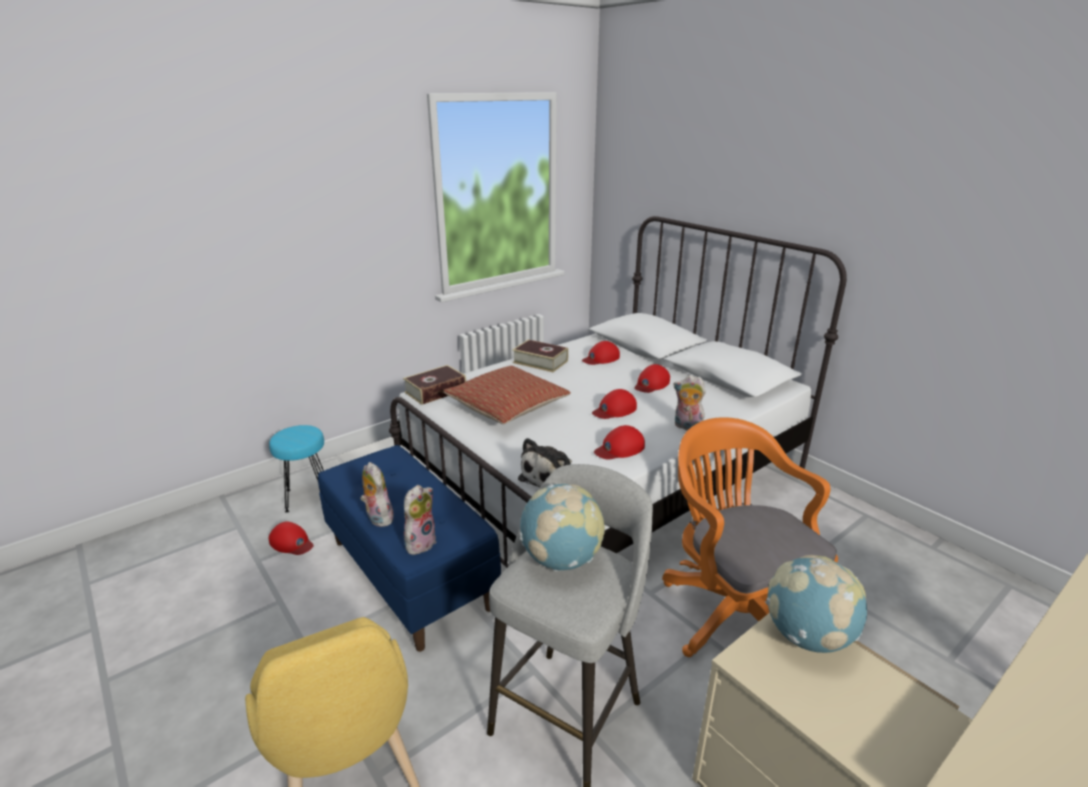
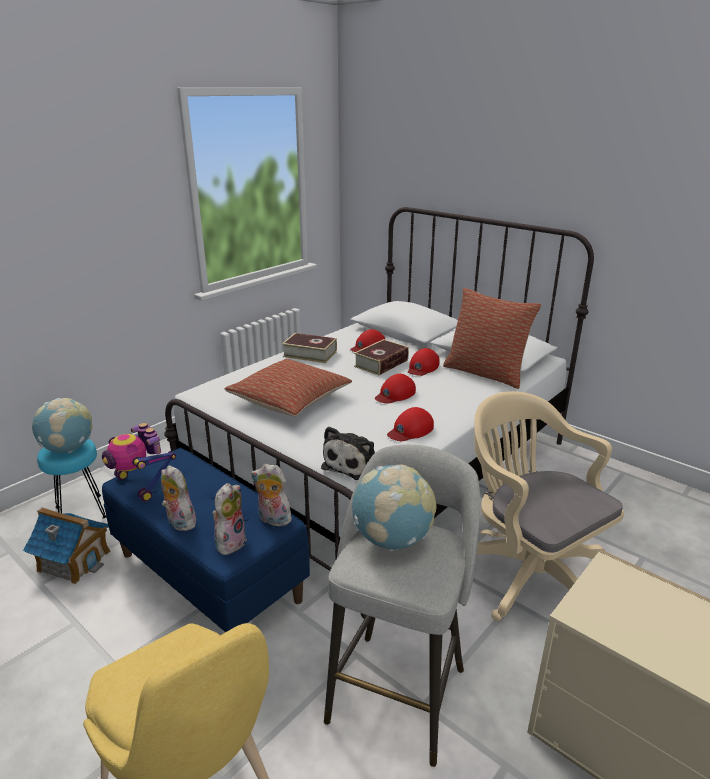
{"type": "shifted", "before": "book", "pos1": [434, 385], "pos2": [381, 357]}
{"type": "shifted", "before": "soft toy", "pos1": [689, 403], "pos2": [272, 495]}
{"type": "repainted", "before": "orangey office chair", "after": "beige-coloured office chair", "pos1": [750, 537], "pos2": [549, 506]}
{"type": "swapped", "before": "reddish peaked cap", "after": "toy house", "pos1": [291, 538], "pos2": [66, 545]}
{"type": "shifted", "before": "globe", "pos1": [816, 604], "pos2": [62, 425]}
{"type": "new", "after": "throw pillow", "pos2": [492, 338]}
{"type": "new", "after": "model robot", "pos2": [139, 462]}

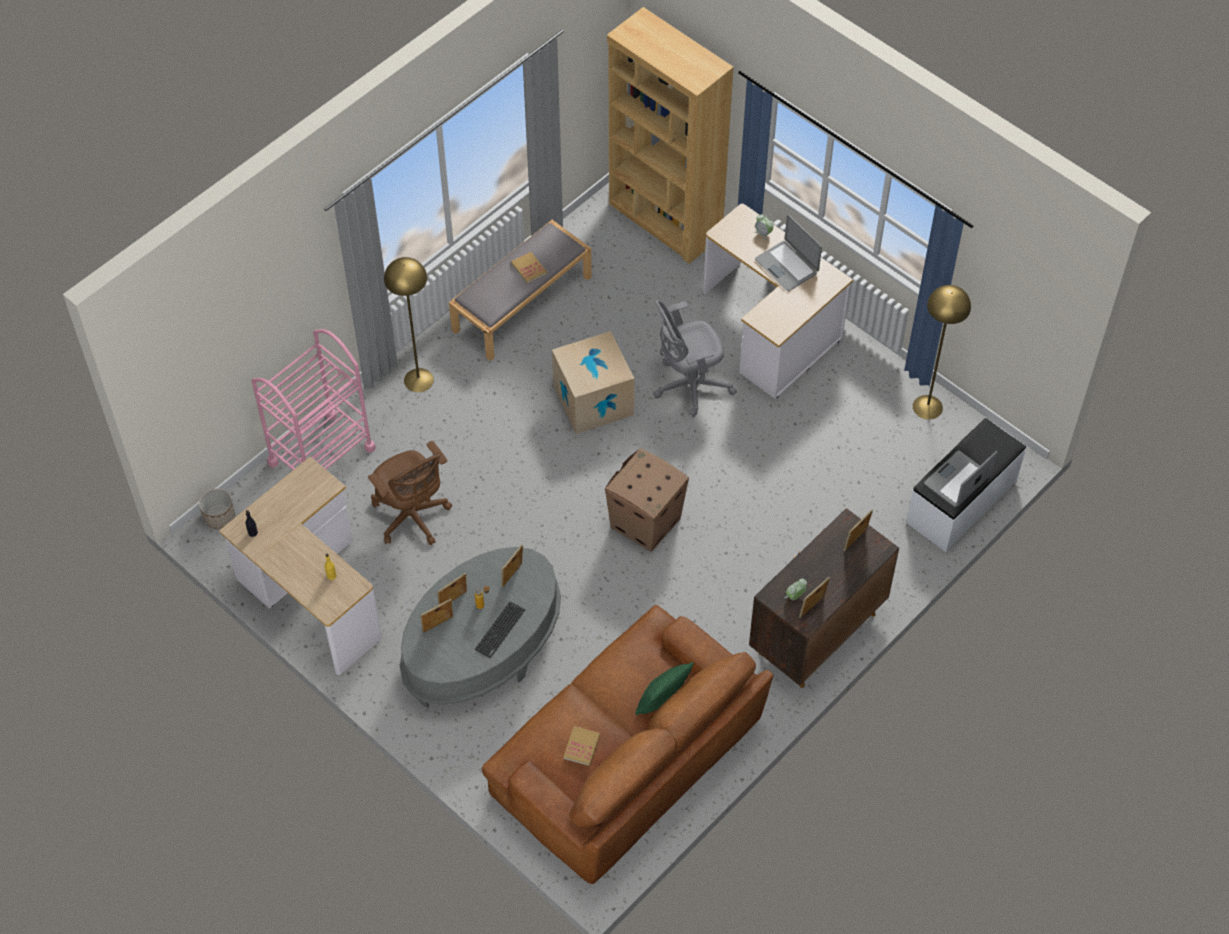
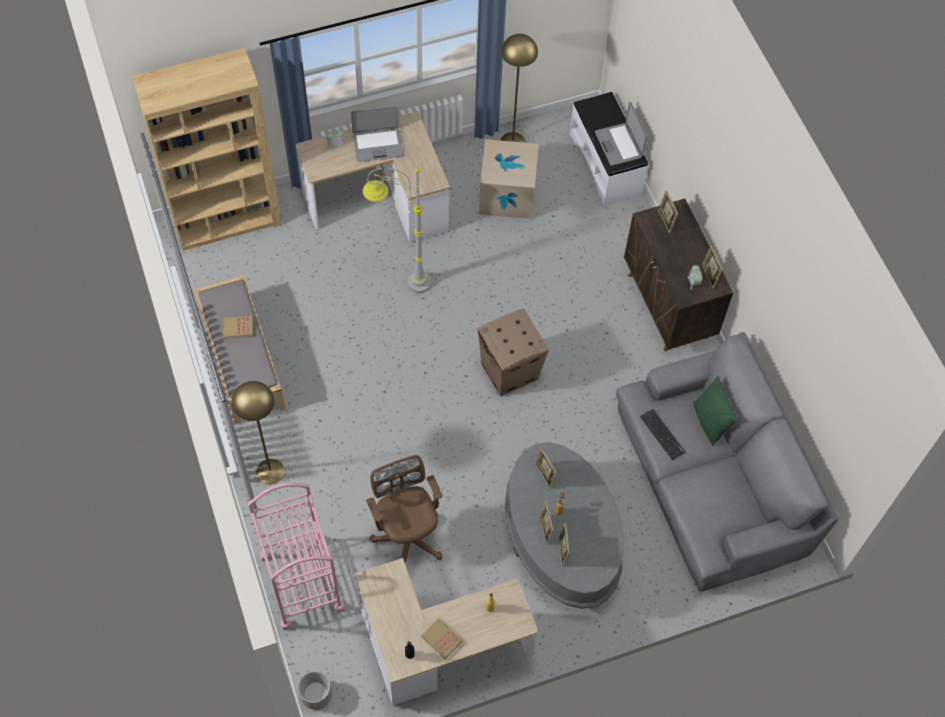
{"type": "swapped", "before": "gray office chair", "after": "gray standard lamp", "pos1": [695, 358], "pos2": [397, 230]}
{"type": "shifted", "before": "carton", "pos1": [593, 382], "pos2": [509, 179]}
{"type": "rotated", "before": "brown office chair", "pos1": [410, 493], "pos2": [404, 509], "turn": -105}
{"type": "shifted", "before": "keyboard", "pos1": [500, 630], "pos2": [663, 434]}
{"type": "repainted", "before": "brown couch", "after": "gray couch", "pos1": [628, 744], "pos2": [727, 462]}
{"type": "shifted", "before": "book", "pos1": [581, 746], "pos2": [442, 638]}

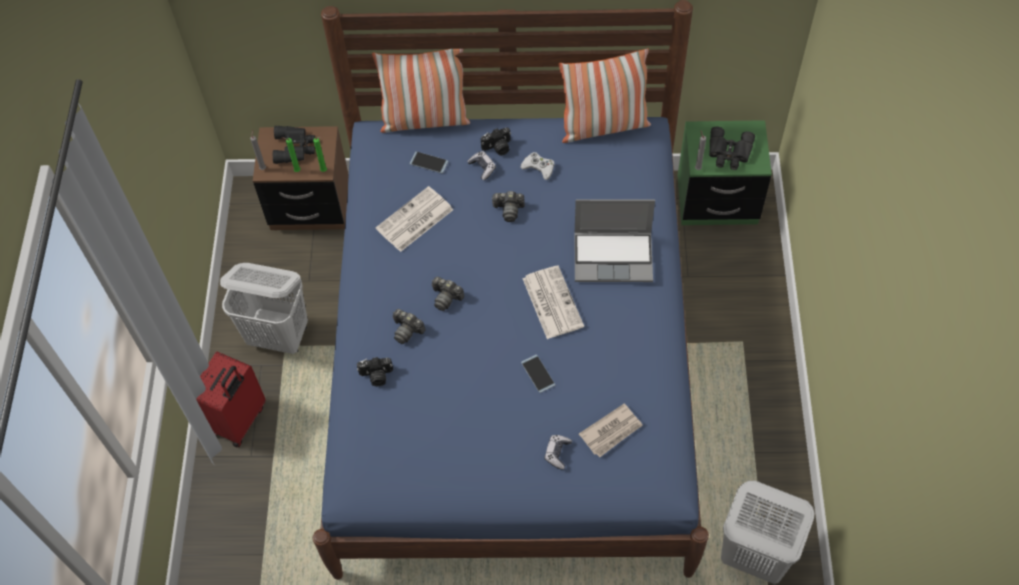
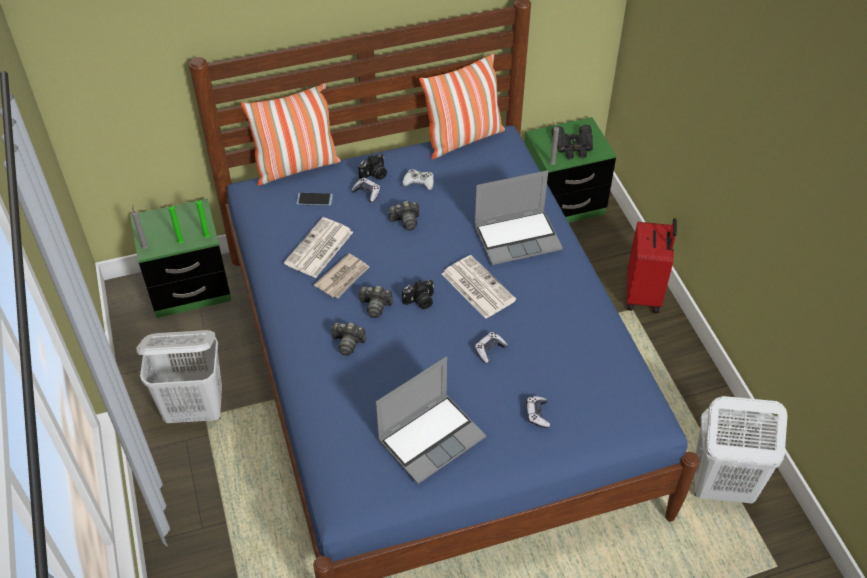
{"type": "repainted", "before": "brown nightstand", "after": "greenish nightstand", "pos1": [301, 178], "pos2": [181, 258]}
{"type": "gone", "before": "black field glasses", "pos1": [294, 145]}
{"type": "shifted", "before": "reddish piece of luggage", "pos1": [231, 400], "pos2": [652, 265]}
{"type": "swapped", "before": "handset", "after": "game controller", "pos1": [538, 374], "pos2": [491, 347]}
{"type": "shifted", "before": "still camera", "pos1": [375, 371], "pos2": [418, 294]}
{"type": "shifted", "before": "printed paper", "pos1": [611, 430], "pos2": [341, 275]}
{"type": "new", "after": "portable computer", "pos2": [431, 420]}

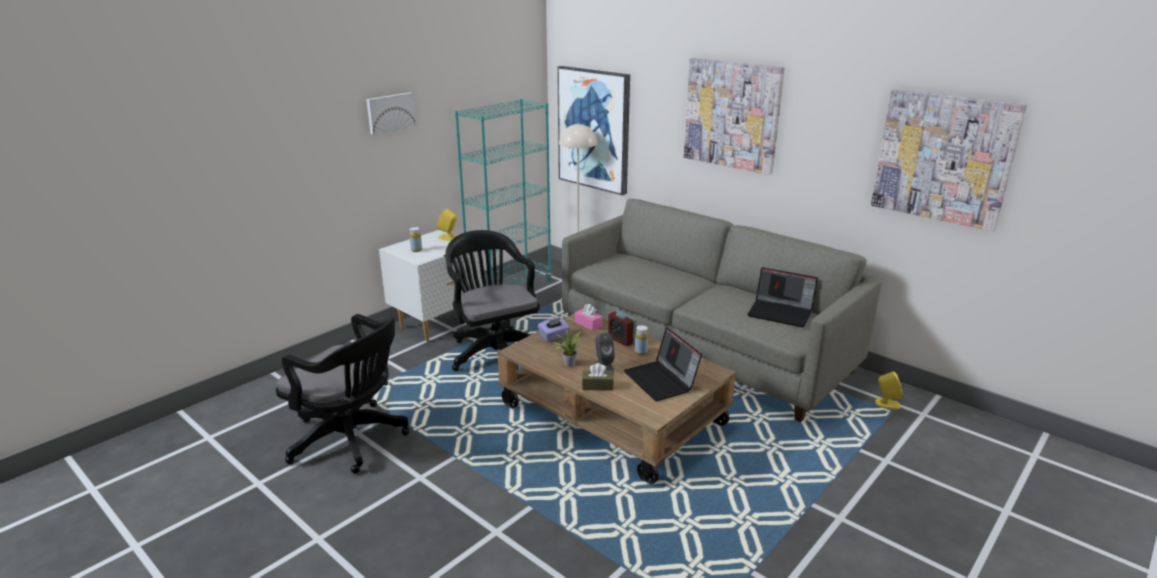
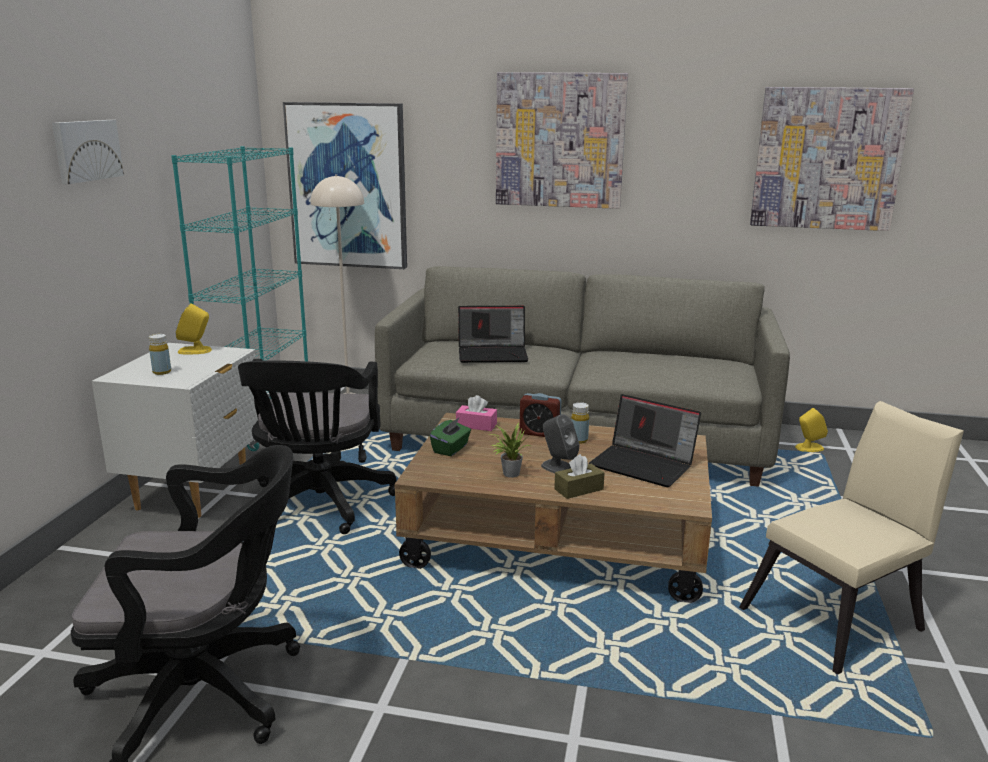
{"type": "rotated", "before": "black office chair", "pos1": [492, 300], "pos2": [317, 446], "turn": -120}
{"type": "shifted", "before": "portable computer", "pos1": [782, 297], "pos2": [493, 334]}
{"type": "repainted", "before": "purple tissue box", "after": "greenish tissue box", "pos1": [554, 329], "pos2": [450, 437]}
{"type": "new", "after": "beige-coloured chair", "pos2": [851, 538]}

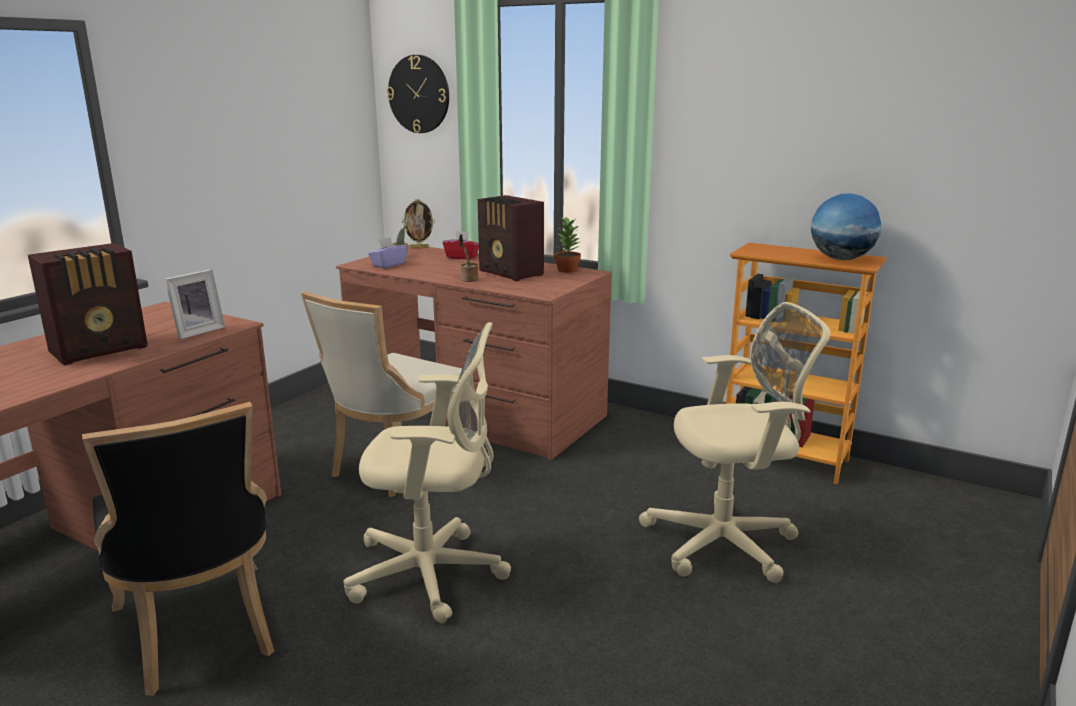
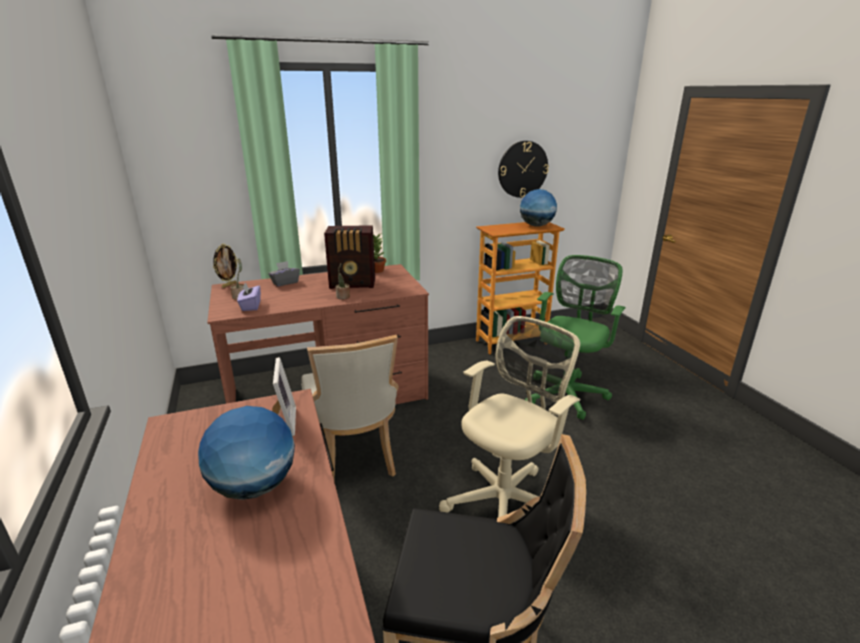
{"type": "shifted", "before": "clock on the wall", "pos1": [418, 94], "pos2": [523, 169]}
{"type": "repainted", "before": "reddish tissue box", "after": "gray tissue box", "pos1": [461, 245], "pos2": [284, 274]}
{"type": "swapped", "before": "radio", "after": "globe", "pos1": [88, 304], "pos2": [246, 453]}
{"type": "repainted", "before": "beige-coloured office chair", "after": "greenish office chair", "pos1": [734, 442], "pos2": [575, 337]}

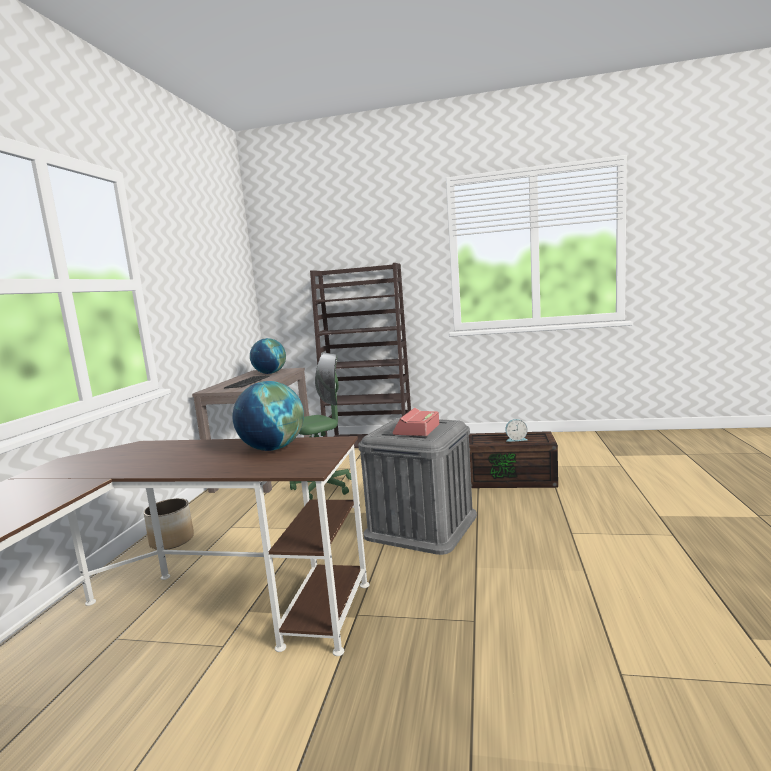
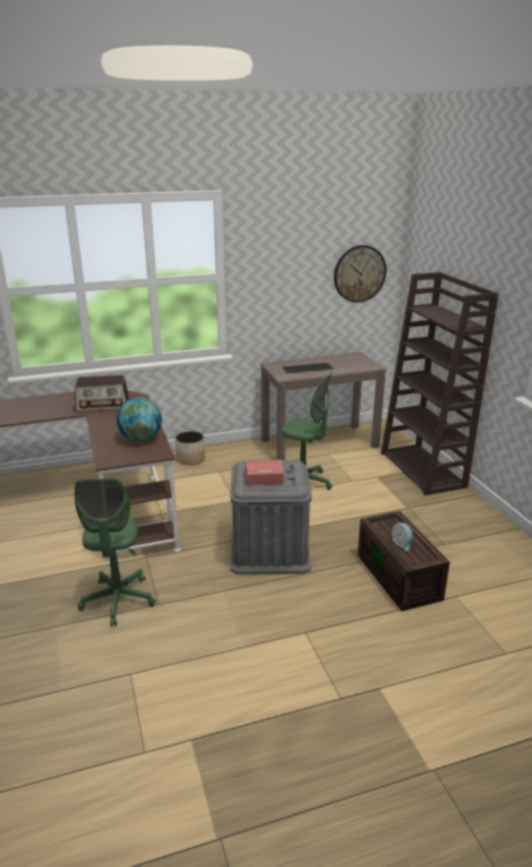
{"type": "gone", "before": "globe", "pos1": [268, 356]}
{"type": "new", "after": "clock on the wall", "pos2": [360, 274]}
{"type": "new", "after": "radio", "pos2": [102, 393]}
{"type": "new", "after": "greenish office chair", "pos2": [115, 552]}

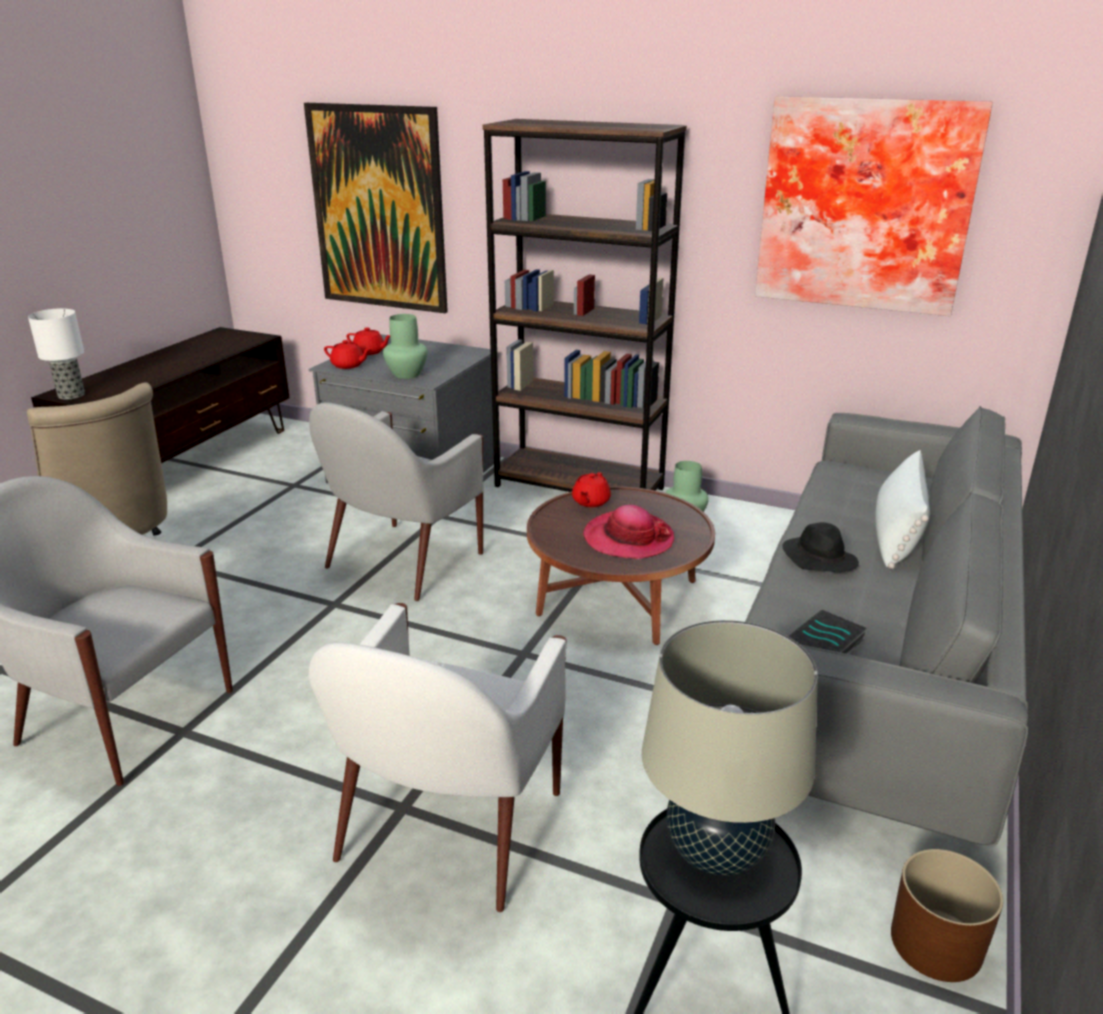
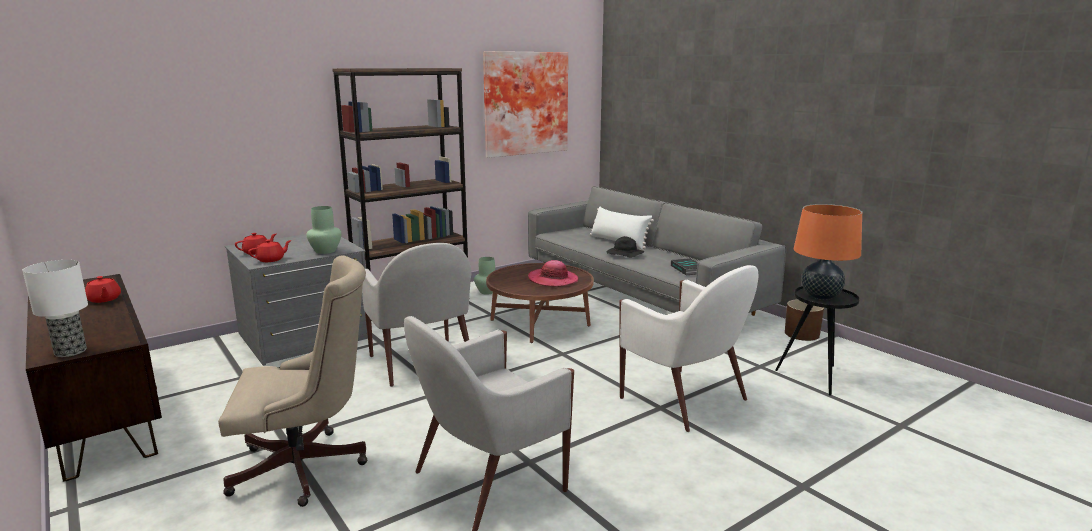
{"type": "gone", "before": "wall picture", "pos1": [376, 208]}
{"type": "shifted", "before": "reddish tea pot", "pos1": [591, 489], "pos2": [103, 289]}
{"type": "repainted", "before": "beige-coloured tabletop lamp", "after": "orangey tabletop lamp", "pos1": [730, 748], "pos2": [828, 252]}

